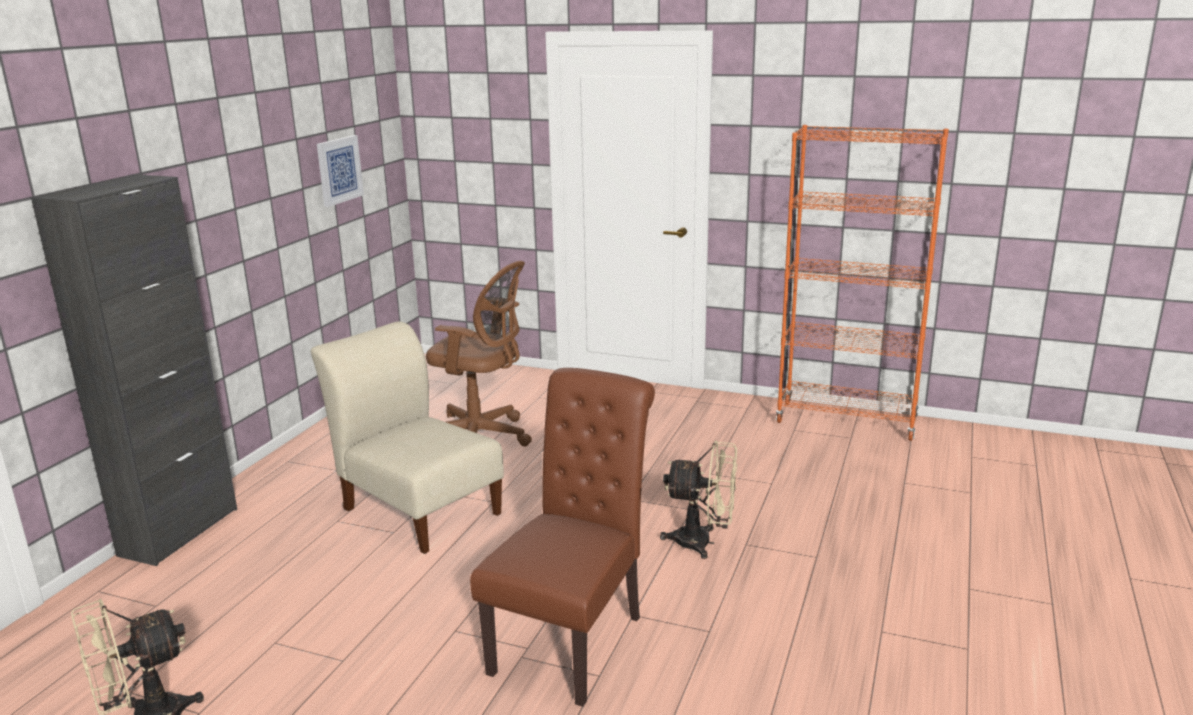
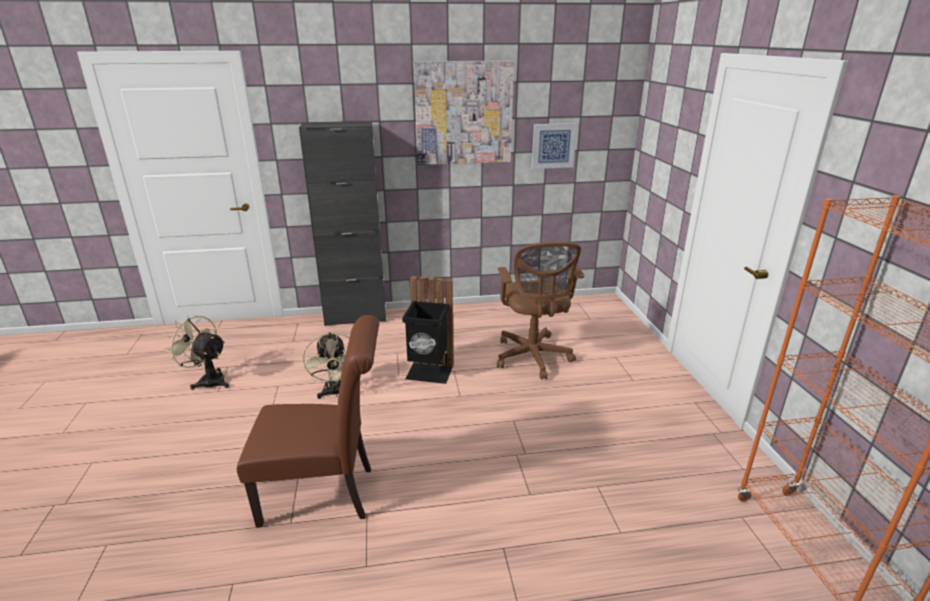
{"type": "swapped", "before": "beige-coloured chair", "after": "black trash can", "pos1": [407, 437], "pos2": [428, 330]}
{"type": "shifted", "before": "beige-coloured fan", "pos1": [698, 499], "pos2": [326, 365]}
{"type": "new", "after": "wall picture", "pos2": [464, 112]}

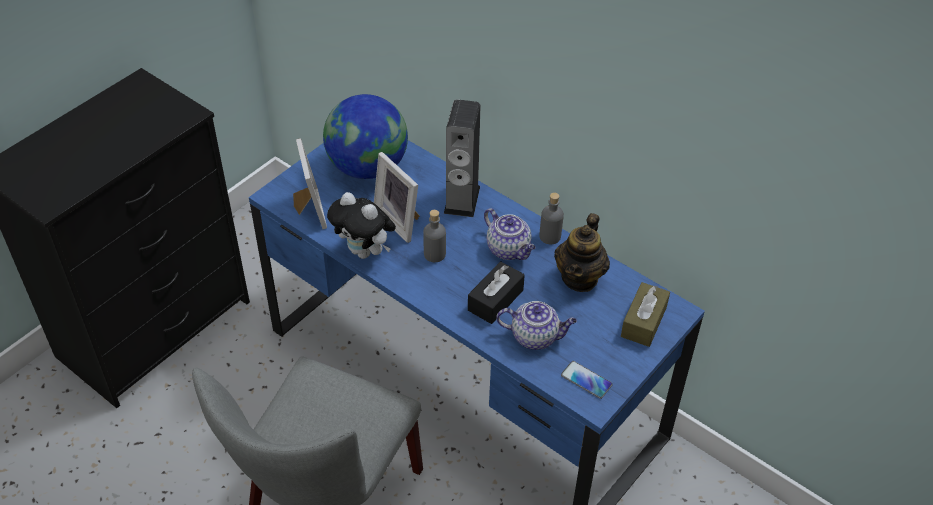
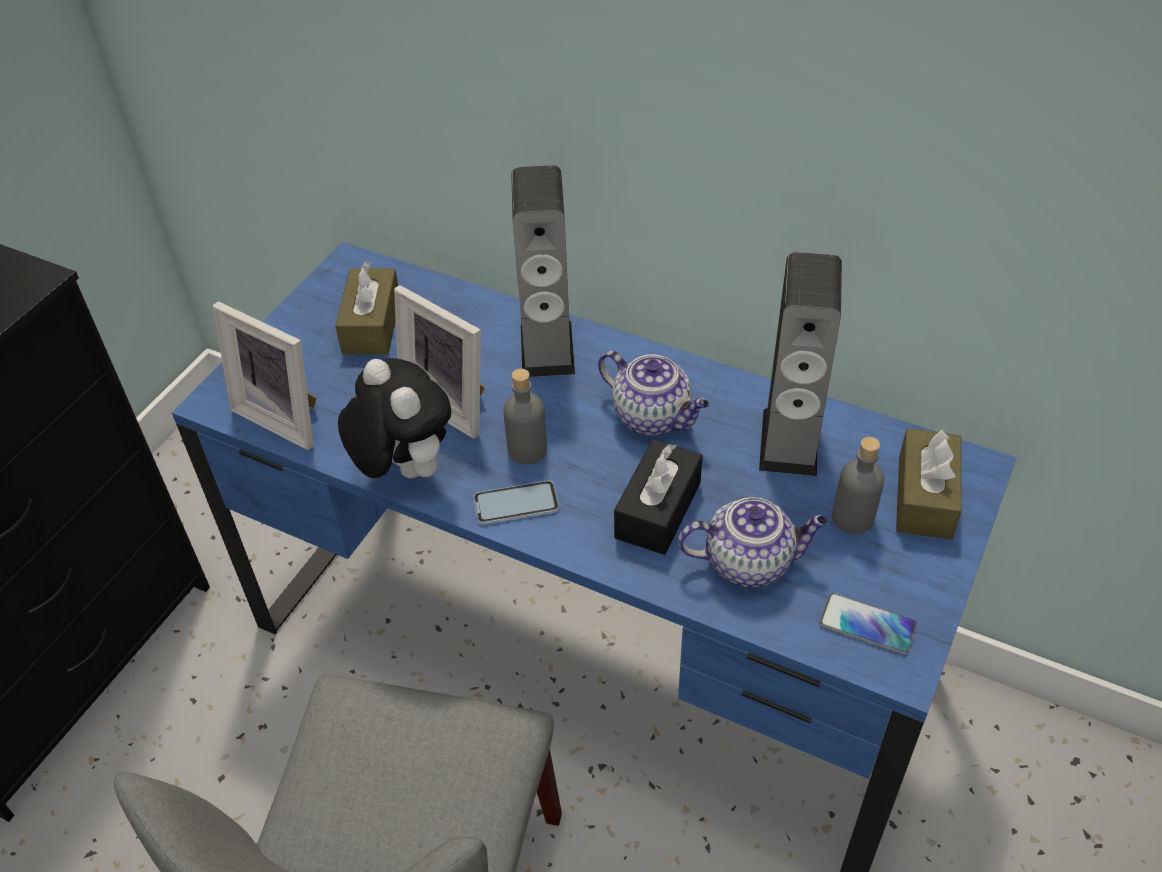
{"type": "swapped", "before": "globe", "after": "brown tissue box", "pos1": [365, 136], "pos2": [366, 308]}
{"type": "rotated", "before": "photo frame", "pos1": [310, 183], "pos2": [264, 375], "turn": 150}
{"type": "rotated", "before": "soft toy", "pos1": [361, 225], "pos2": [394, 418], "turn": -150}
{"type": "shifted", "before": "gray bottle", "pos1": [551, 218], "pos2": [858, 485]}
{"type": "swapped", "before": "tea pot", "after": "speaker", "pos1": [582, 252], "pos2": [800, 364]}
{"type": "new", "after": "handset", "pos2": [516, 502]}

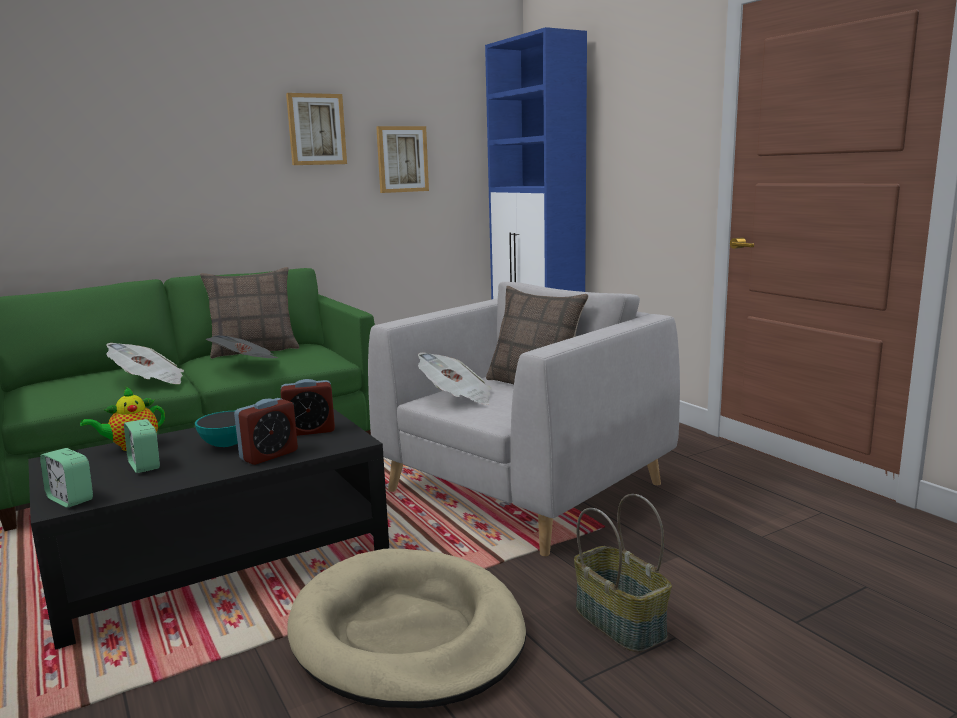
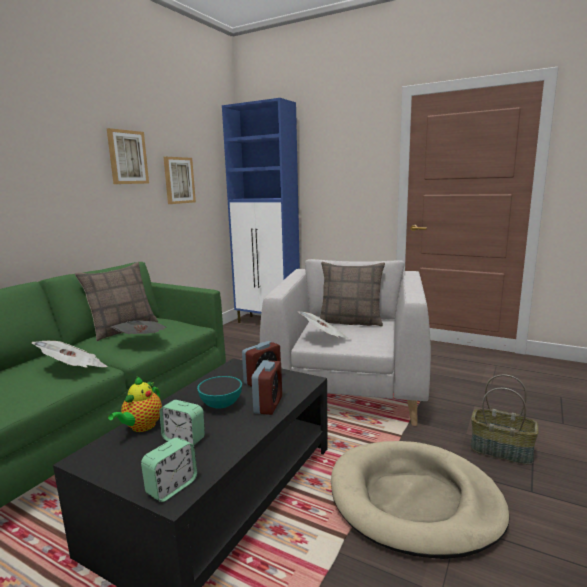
{"type": "rotated", "before": "table clock", "pos1": [66, 478], "pos2": [169, 469], "turn": -60}

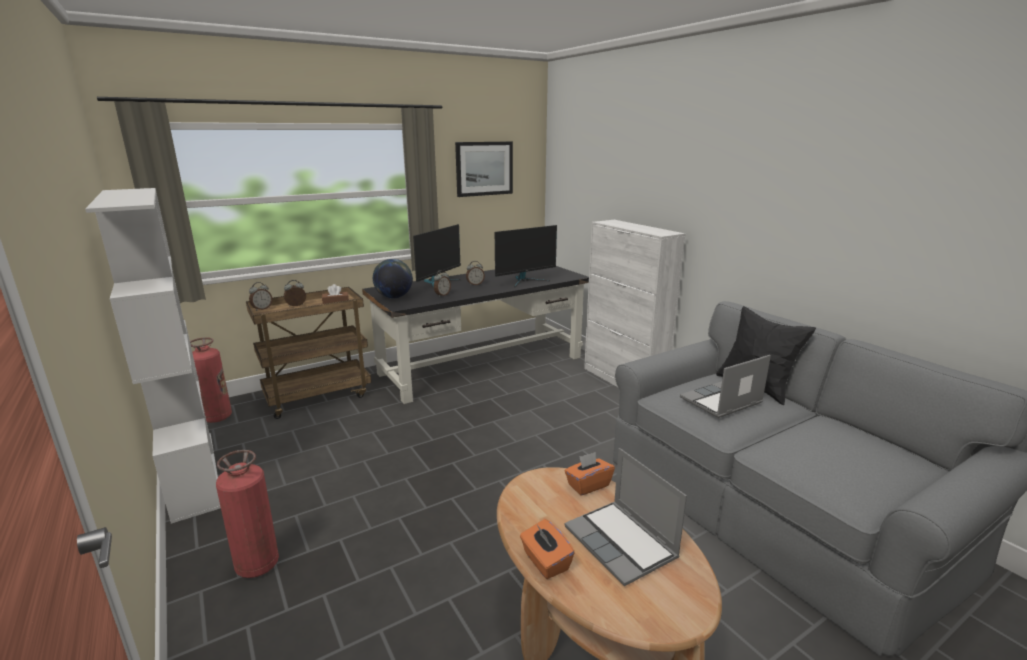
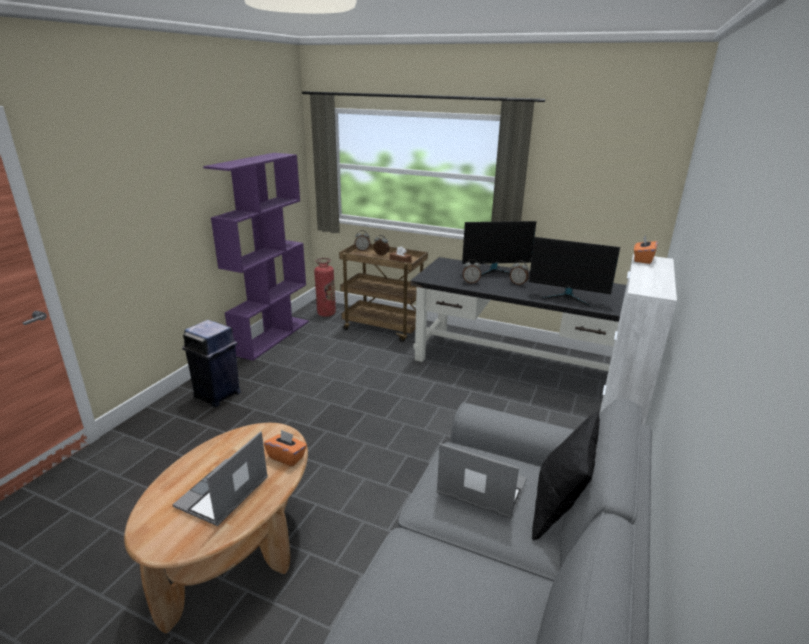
{"type": "gone", "before": "wall picture", "pos1": [484, 169]}
{"type": "repainted", "before": "white bookshelf", "after": "purple bookshelf", "pos1": [153, 356], "pos2": [256, 257]}
{"type": "gone", "before": "globe", "pos1": [393, 278]}
{"type": "swapped", "before": "extinguisher", "after": "bluish trash can", "pos1": [247, 514], "pos2": [211, 363]}
{"type": "shifted", "before": "orangey tissue box", "pos1": [547, 549], "pos2": [646, 249]}

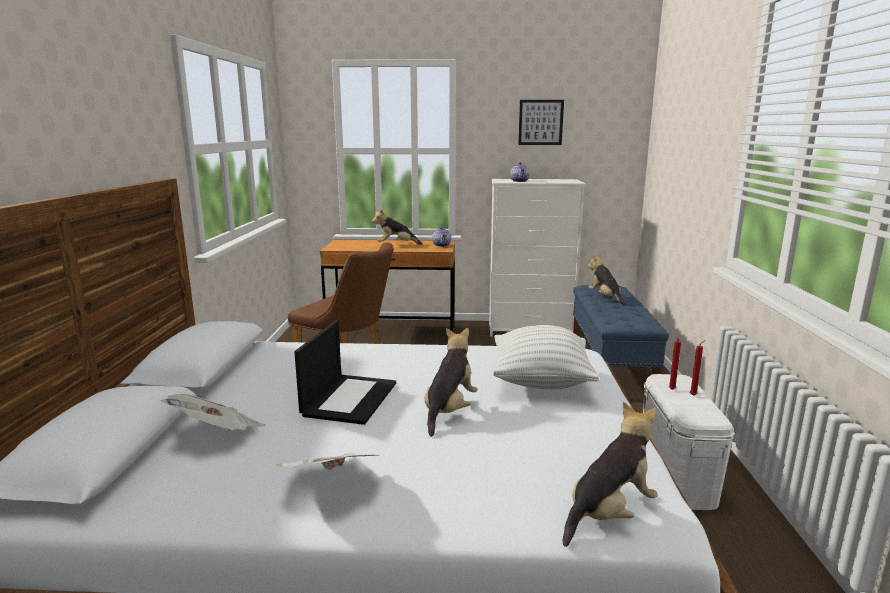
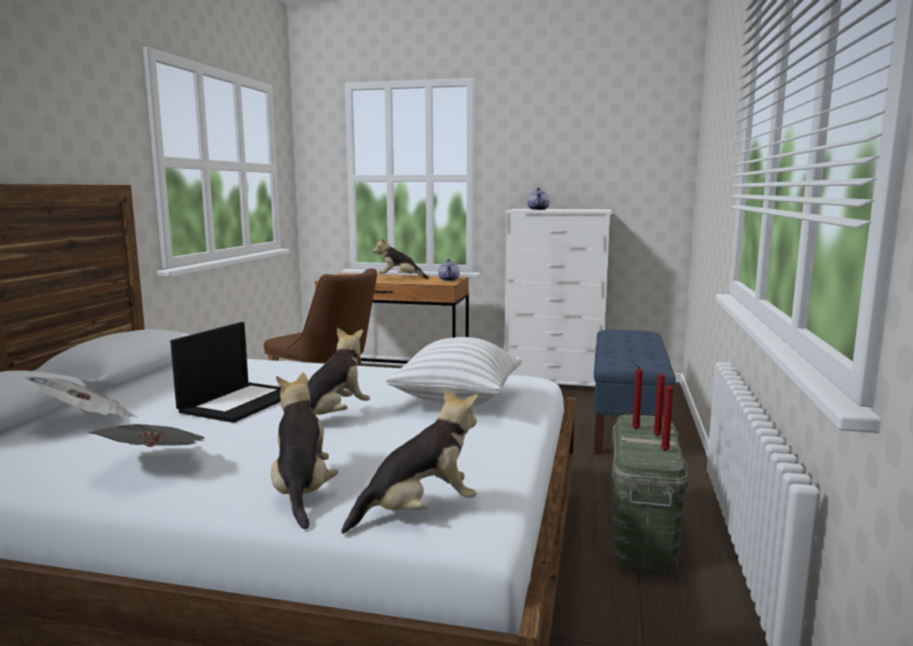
{"type": "gone", "before": "wall picture", "pos1": [541, 122]}
{"type": "shifted", "before": "soft toy", "pos1": [606, 280], "pos2": [304, 450]}
{"type": "repainted", "before": "white storage bin", "after": "greenish storage bin", "pos1": [689, 442], "pos2": [649, 494]}
{"type": "new", "after": "reddish wax light", "pos2": [667, 415]}

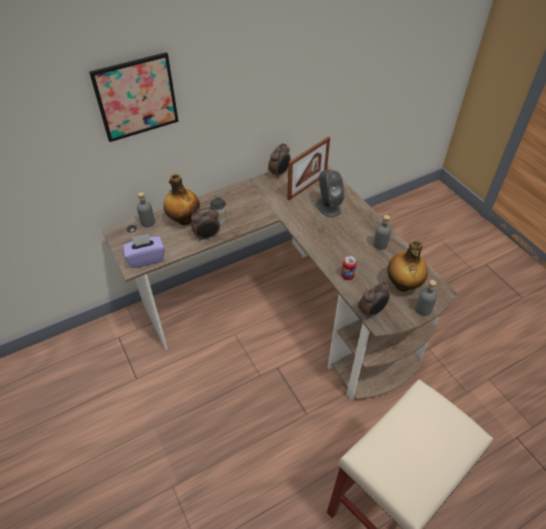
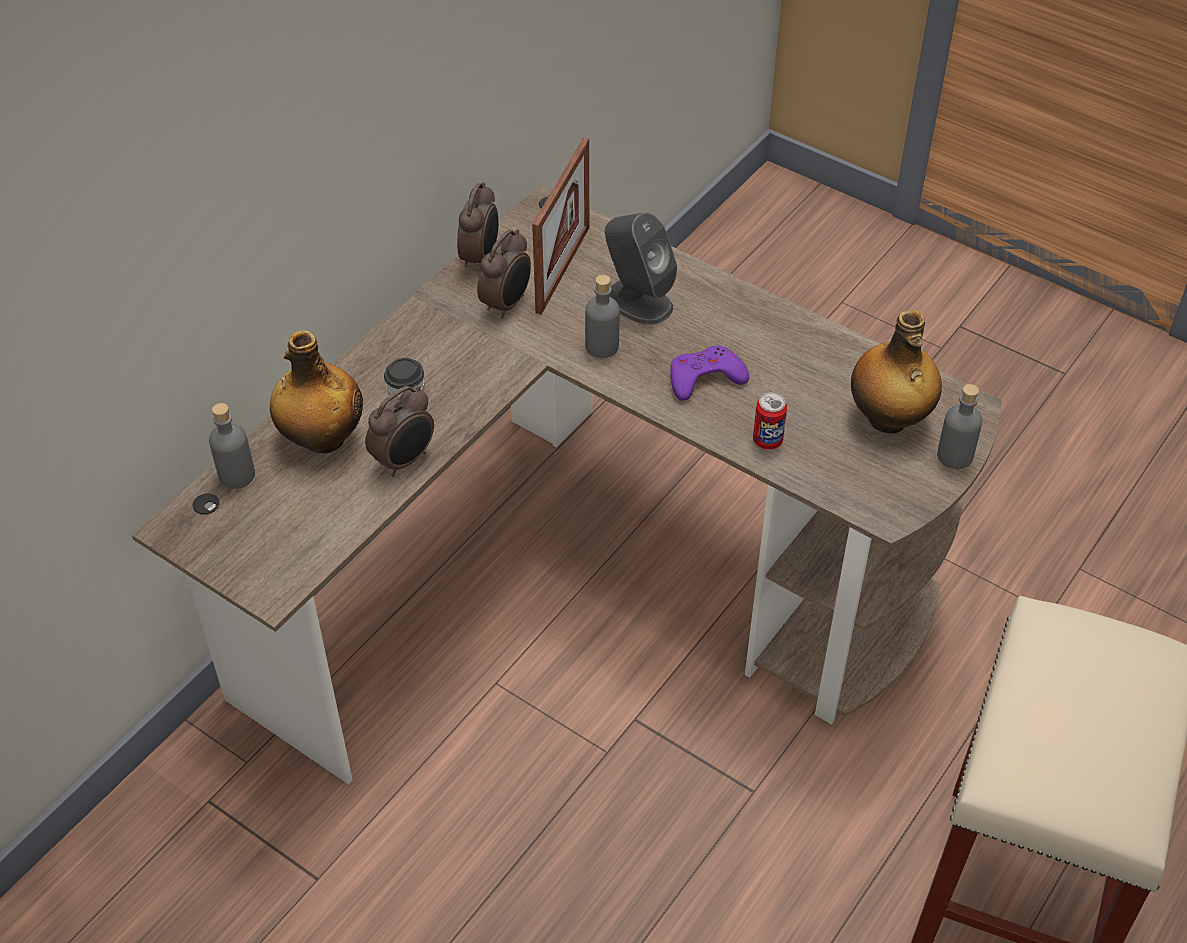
{"type": "gone", "before": "wall picture", "pos1": [134, 97]}
{"type": "shifted", "before": "gray bottle", "pos1": [382, 232], "pos2": [602, 316]}
{"type": "gone", "before": "purple tissue box", "pos1": [144, 251]}
{"type": "shifted", "before": "table clock", "pos1": [374, 300], "pos2": [504, 274]}
{"type": "new", "after": "purple game controller", "pos2": [709, 373]}

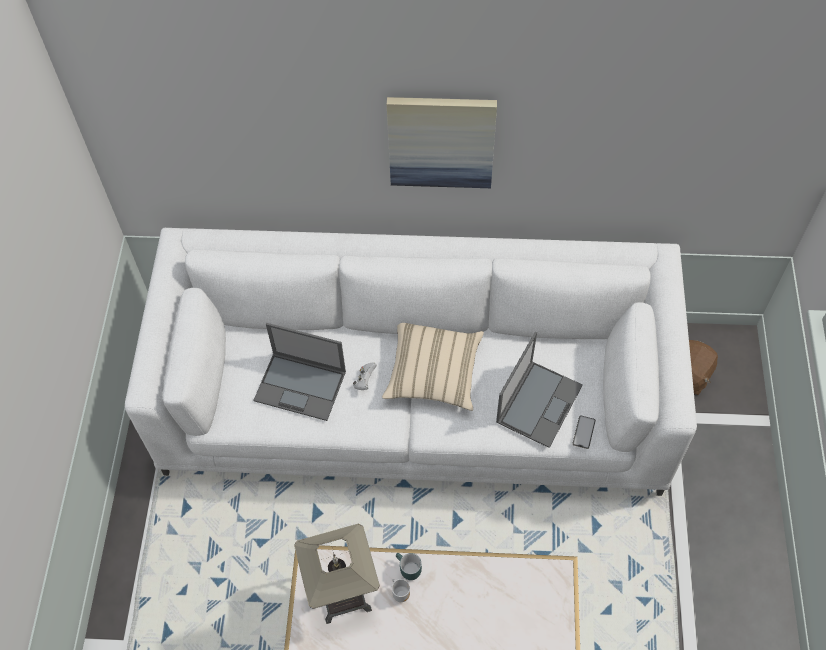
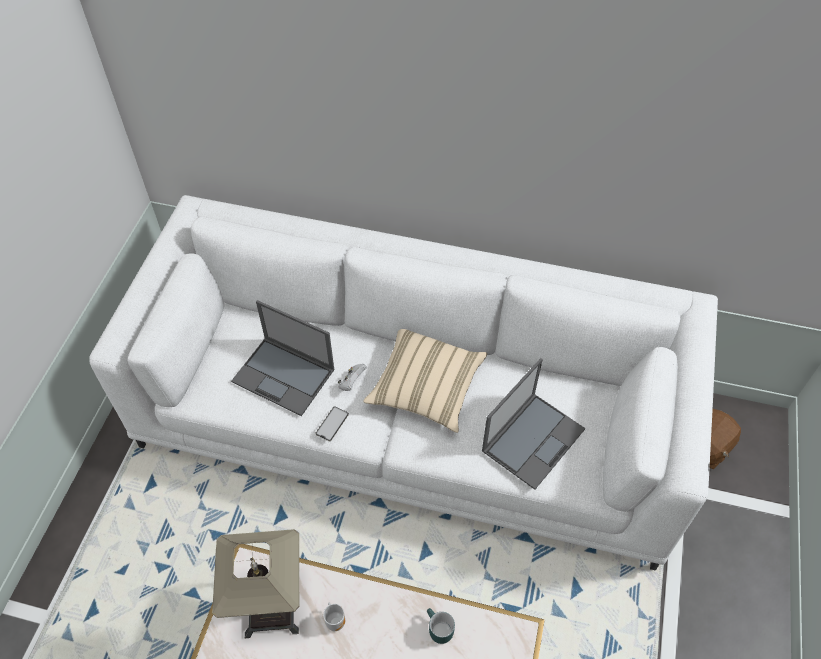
{"type": "gone", "before": "wall picture", "pos1": [442, 142]}
{"type": "shifted", "before": "handset", "pos1": [584, 432], "pos2": [332, 423]}
{"type": "shifted", "before": "blue-green coffee mug", "pos1": [409, 566], "pos2": [441, 626]}

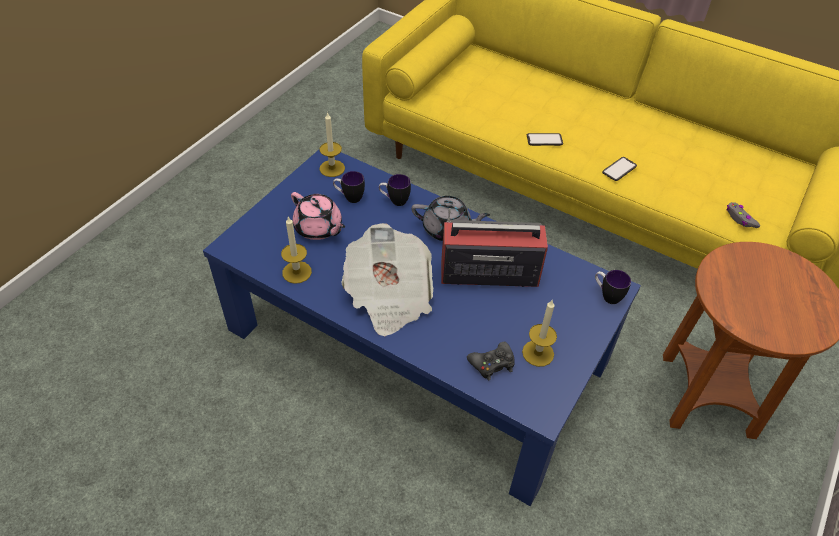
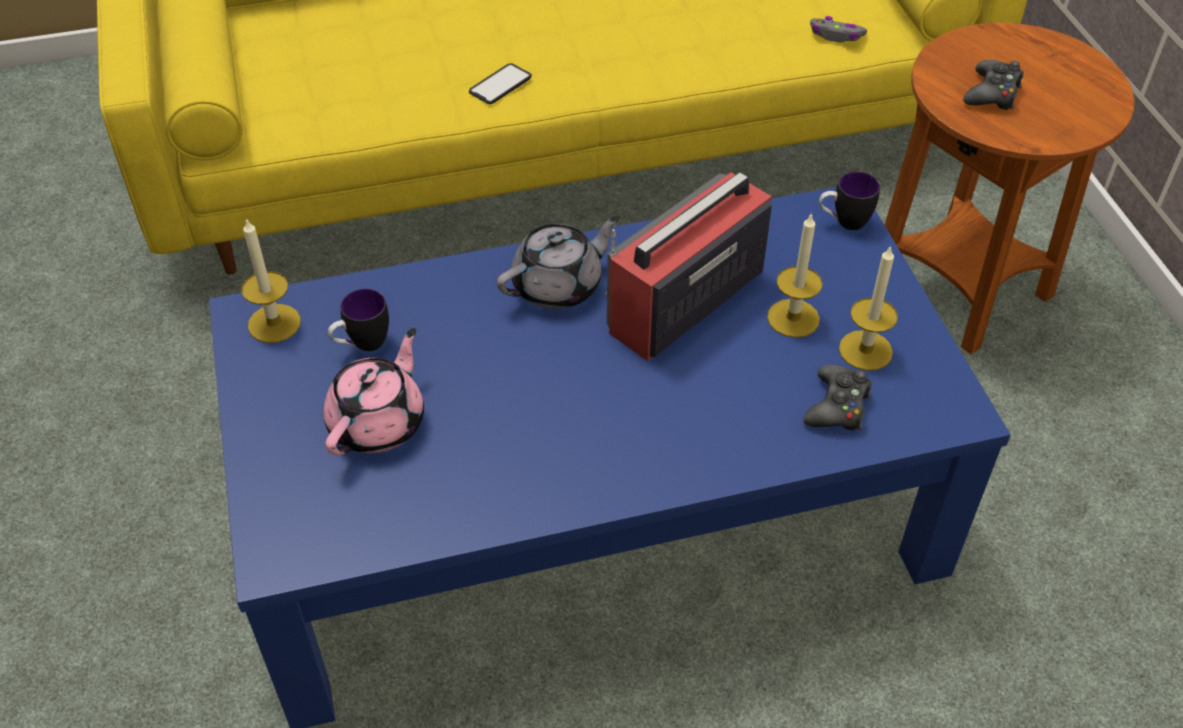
{"type": "gone", "before": "handset", "pos1": [619, 169]}
{"type": "gone", "before": "coffee mug", "pos1": [395, 190]}
{"type": "rotated", "before": "pink-coloured tea pot", "pos1": [318, 216], "pos2": [373, 392], "turn": -60}
{"type": "shifted", "before": "wax light", "pos1": [296, 250], "pos2": [795, 275]}
{"type": "gone", "before": "printed paper", "pos1": [387, 279]}
{"type": "new", "after": "black game controller", "pos2": [993, 85]}

